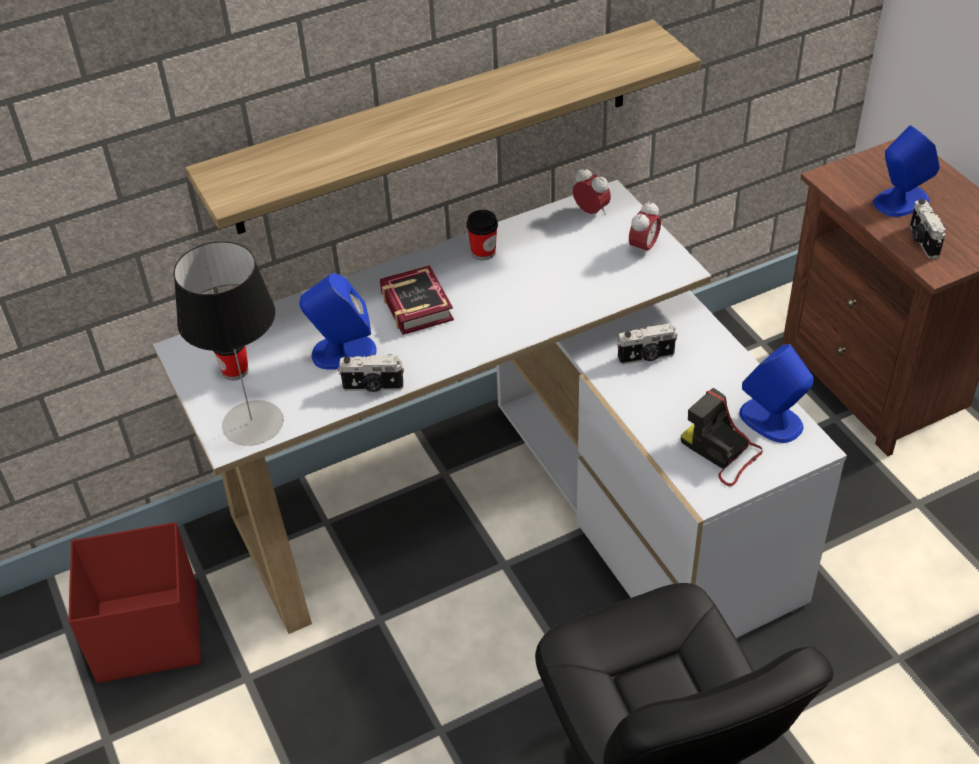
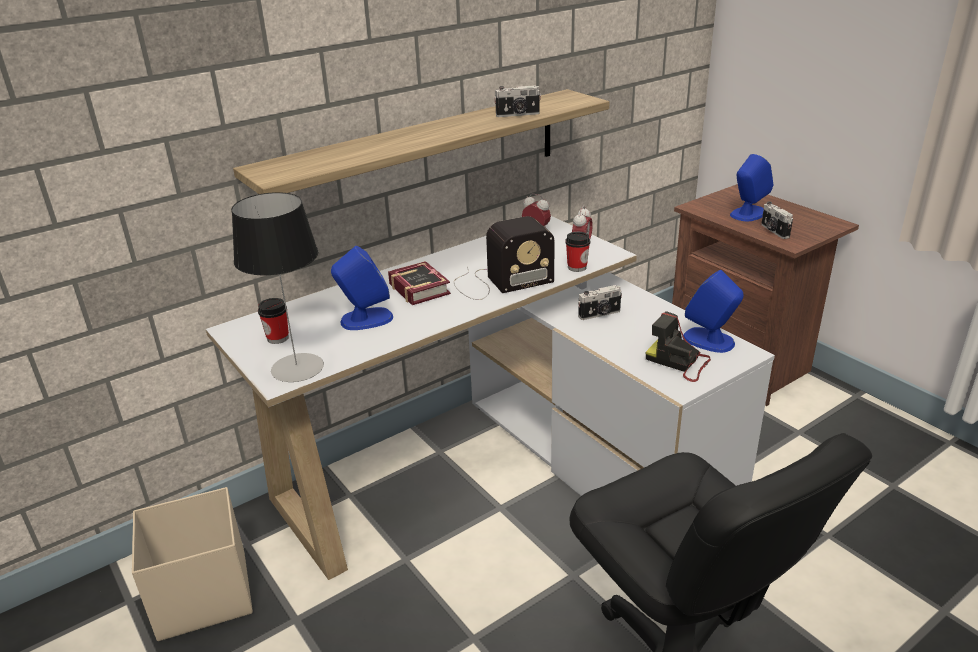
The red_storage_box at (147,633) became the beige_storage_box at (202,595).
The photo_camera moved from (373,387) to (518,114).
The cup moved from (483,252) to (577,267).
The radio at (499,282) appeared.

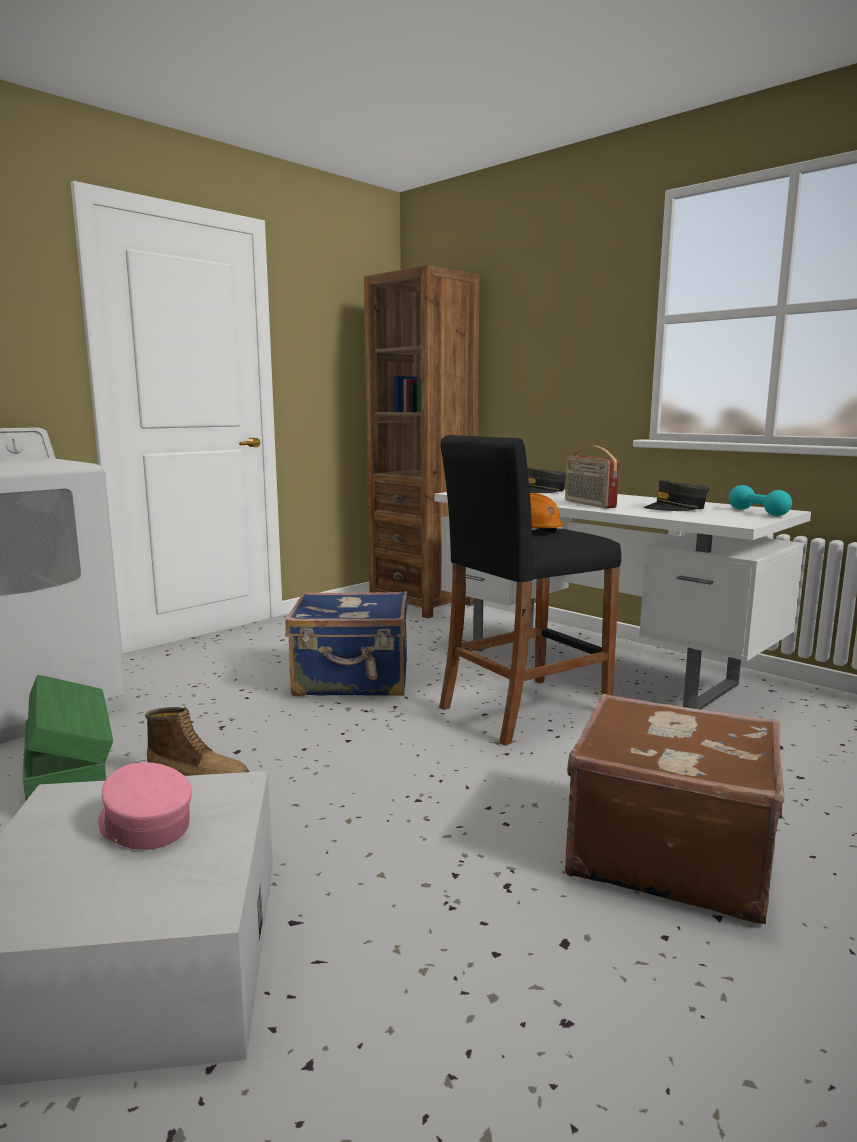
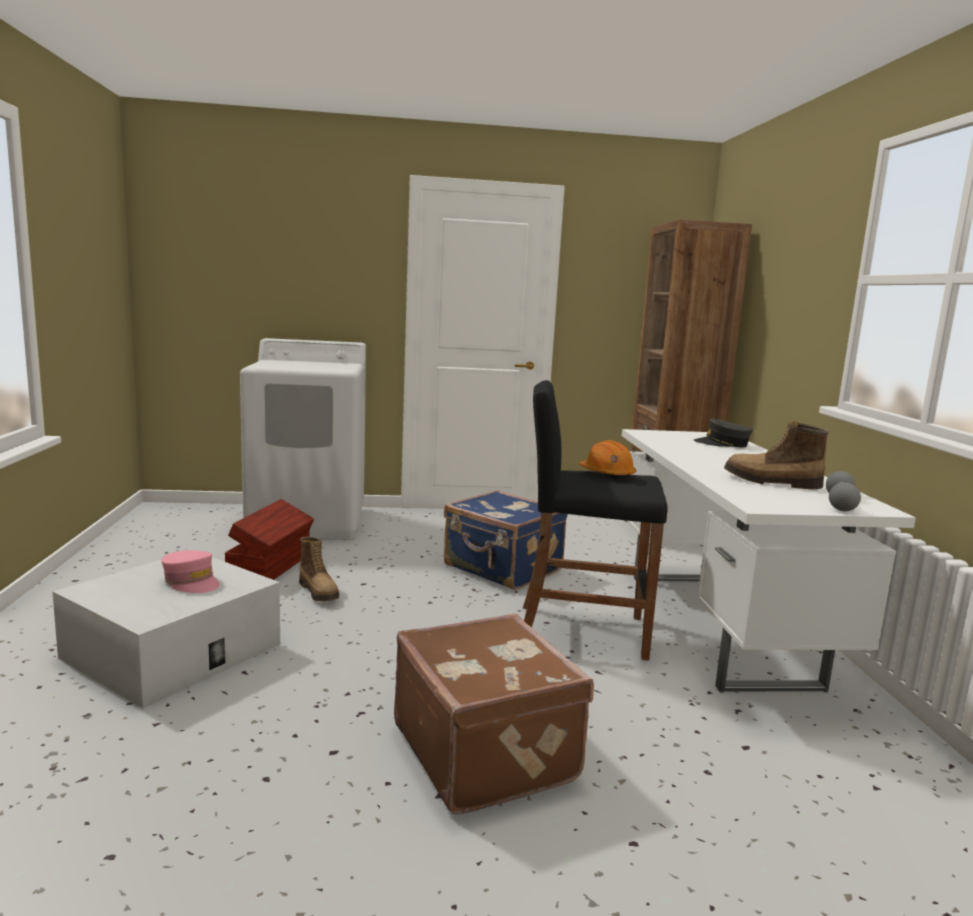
The green_storage_box at (70,780) became the brown_storage_box at (271,566).
The pink_cap at (144,824) turned 135 degrees clockwise.
The radio at (589,504) disappeared.
The grey_cap at (676,508) was replaced by the boot at (771,482).
The turquoise_dumbbell at (757,512) became the grey_dumbbell at (840,504).

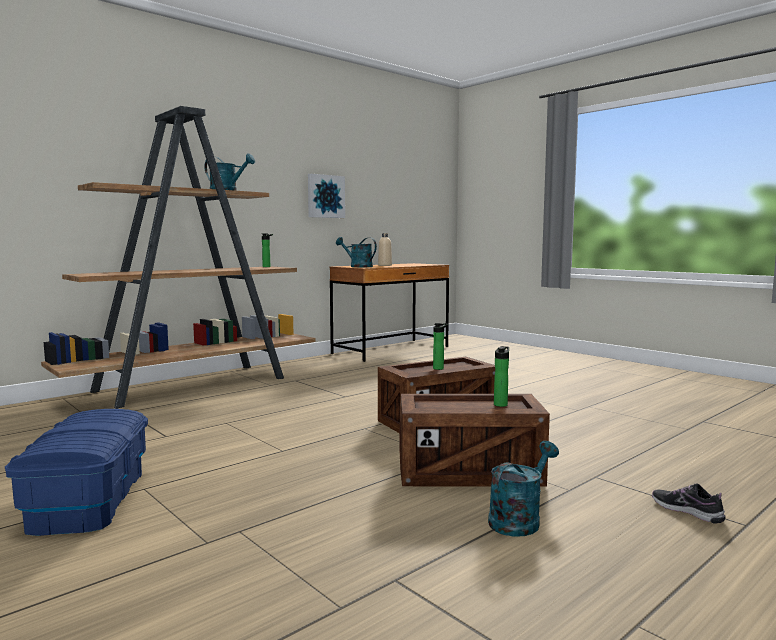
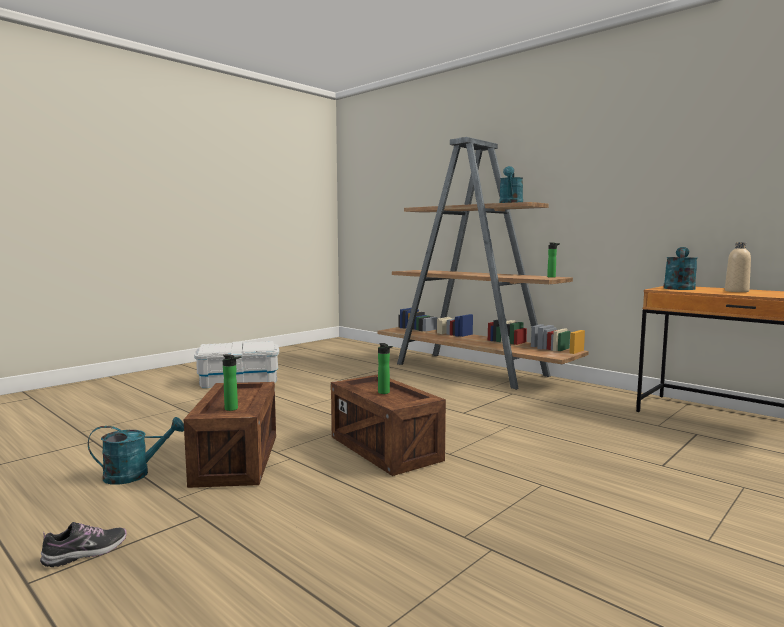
The blue_storage_box at (88,500) became the white_storage_box at (239,381).
The picture at (325,196) disappeared.
The turquoise_watering_can at (519,520) turned 60 degrees counterclockwise.

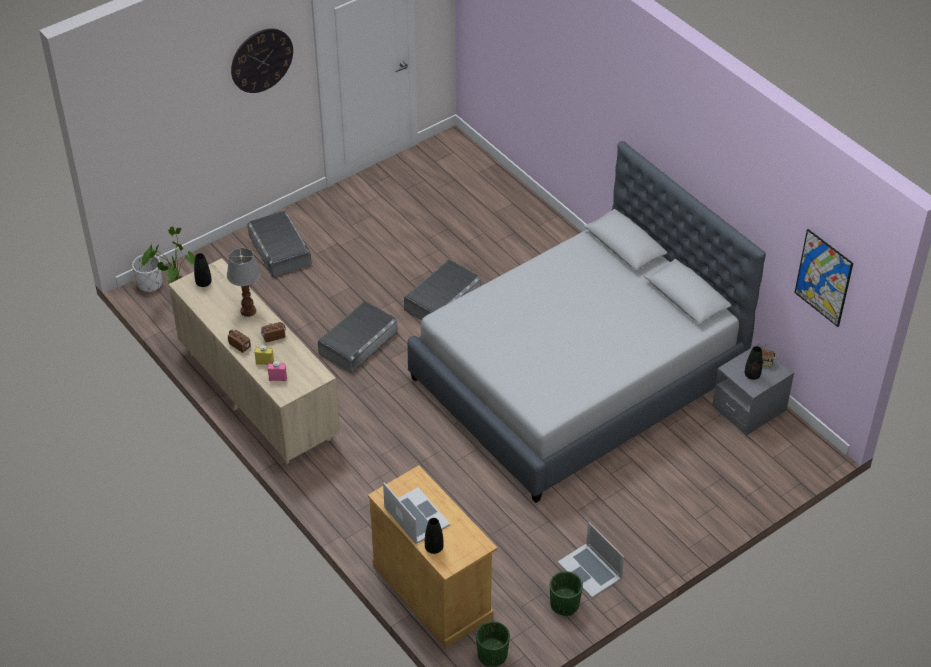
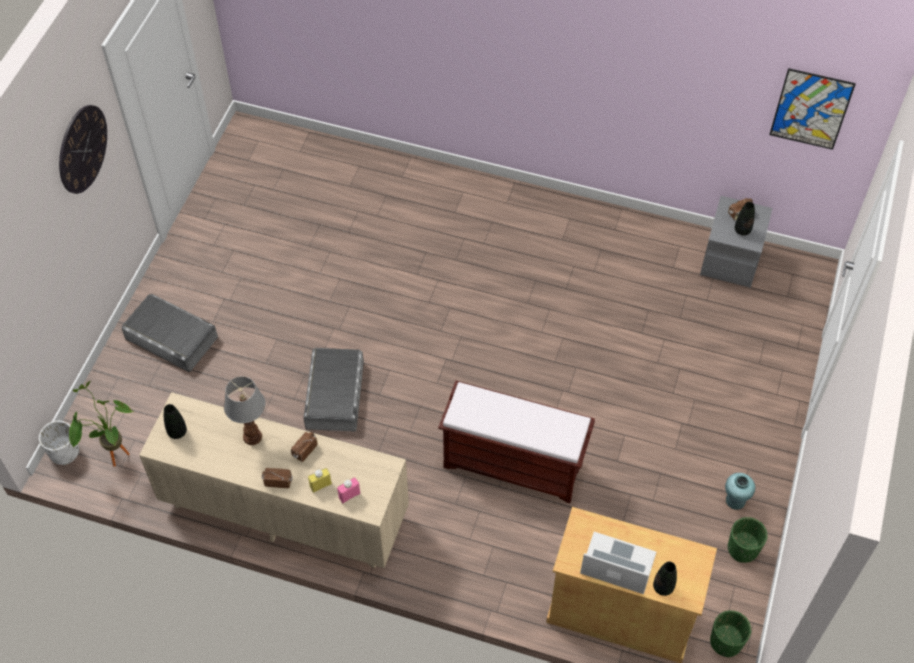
The grey_storage_box at (442,299) disappeared.
The grey_bed at (577,377) disappeared.
The laptop at (590,570) was replaced by the turquoise_vase at (735,500).
The brown_bench at (514,464) appeared.

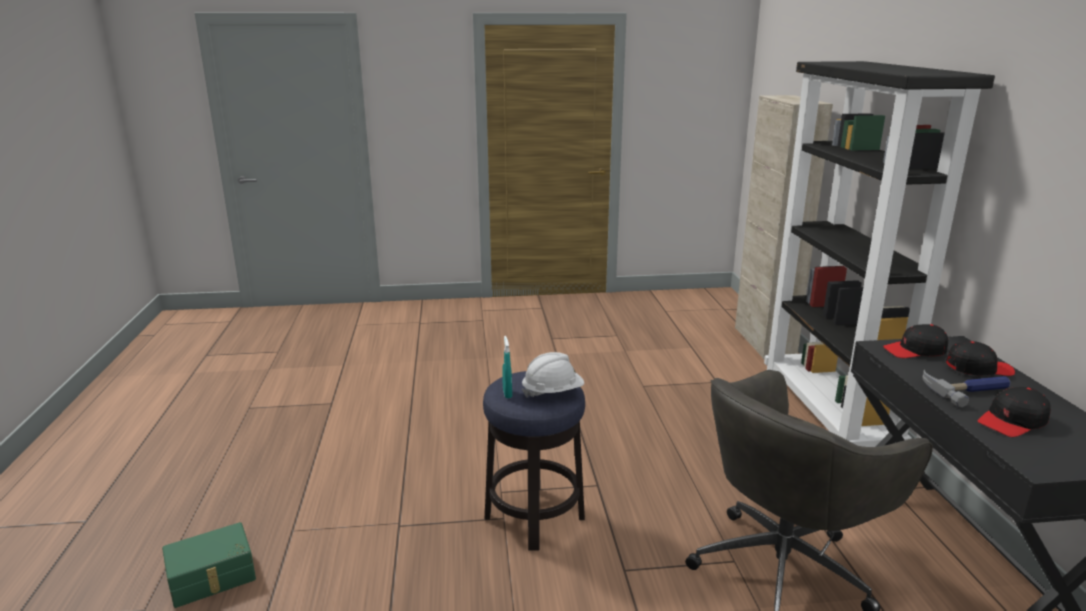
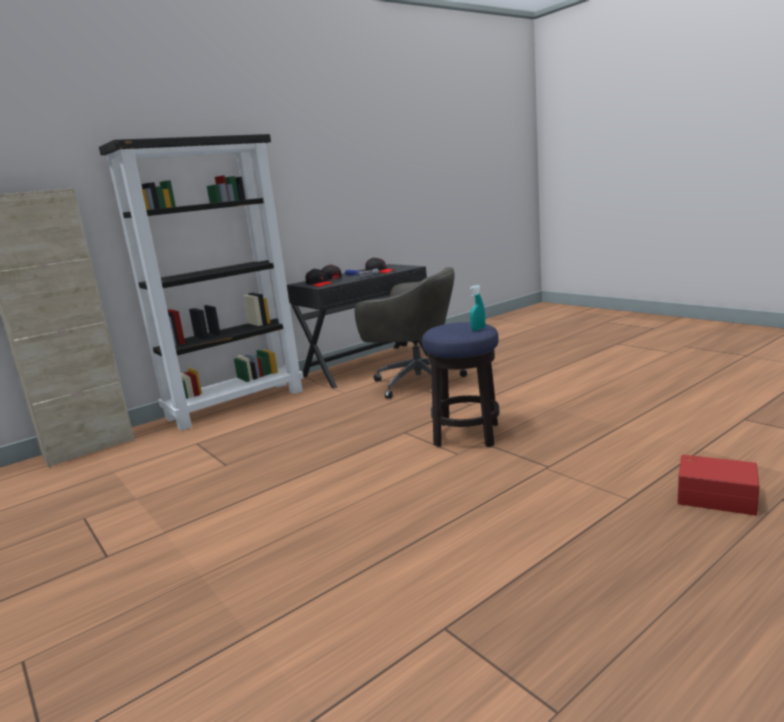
The green_storage_box at (212,578) became the red_storage_box at (716,496).
The white_hard_hat at (552,392) disappeared.

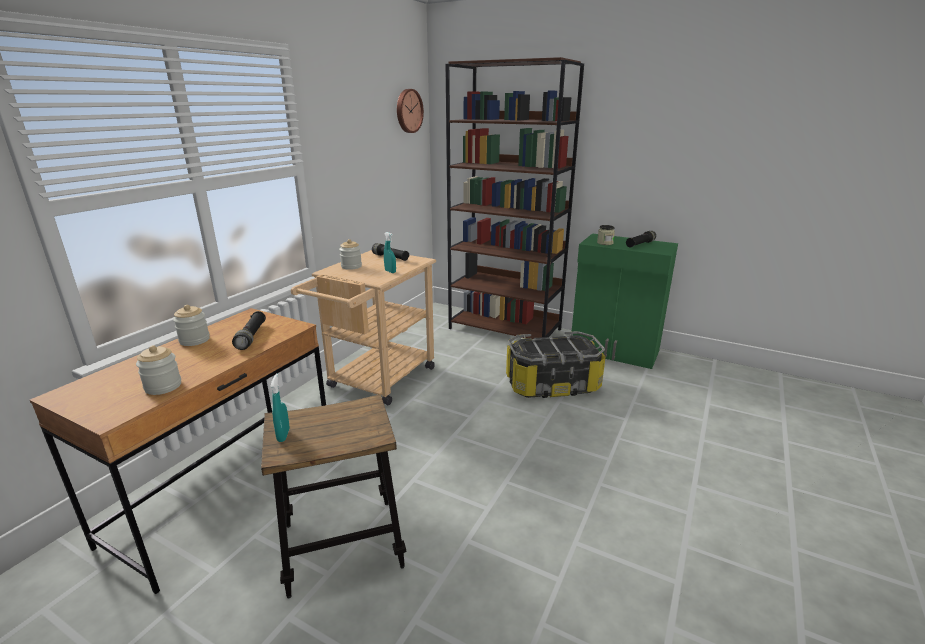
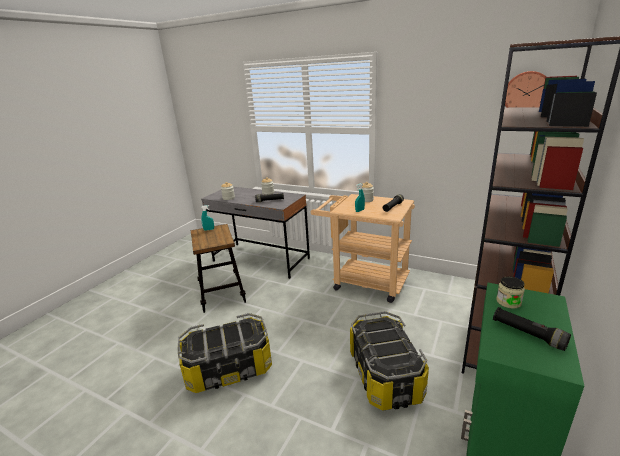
The brown_desk at (226,493) became the grey_desk at (261,260).
The storage_box at (229,369) appeared.

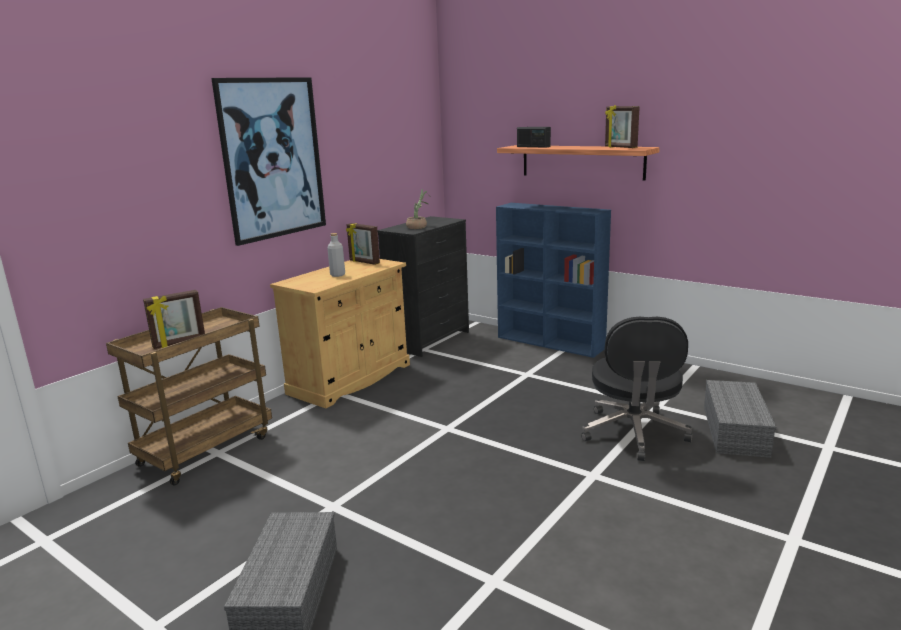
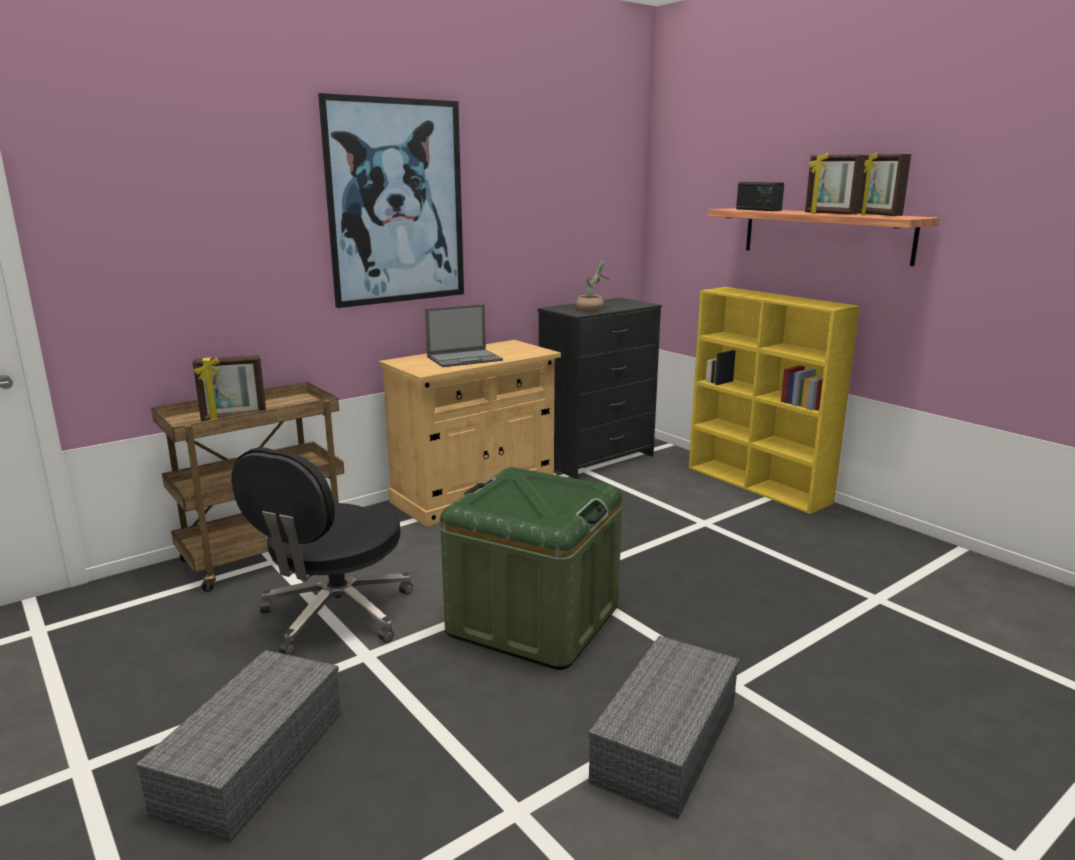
The grey_bottle at (337,275) was replaced by the laptop at (465,358).
The picture_frame moved from (364,262) to (830,214).
The blue_bookcase at (551,343) became the yellow_bookcase at (758,485).
The black_office_chair moved from (634,434) to (335,616).
The grey_storage_box moved from (733,430) to (665,740).
The green_storage_box at (534,620) appeared.

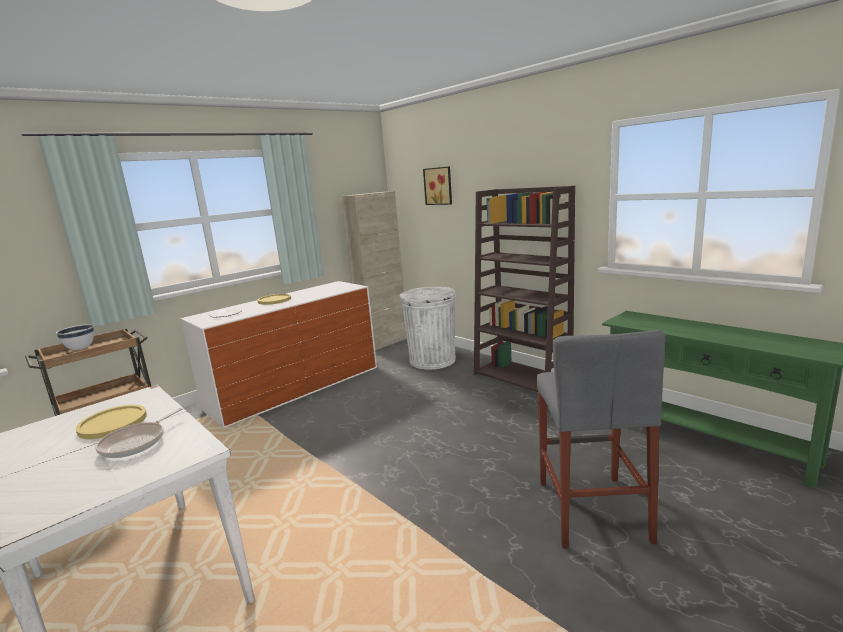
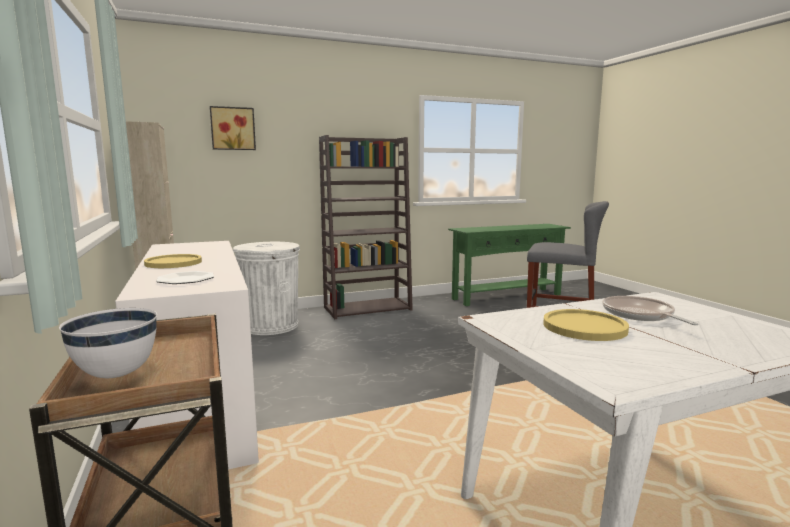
The frying_pan at (137,442) turned 150 degrees counterclockwise.

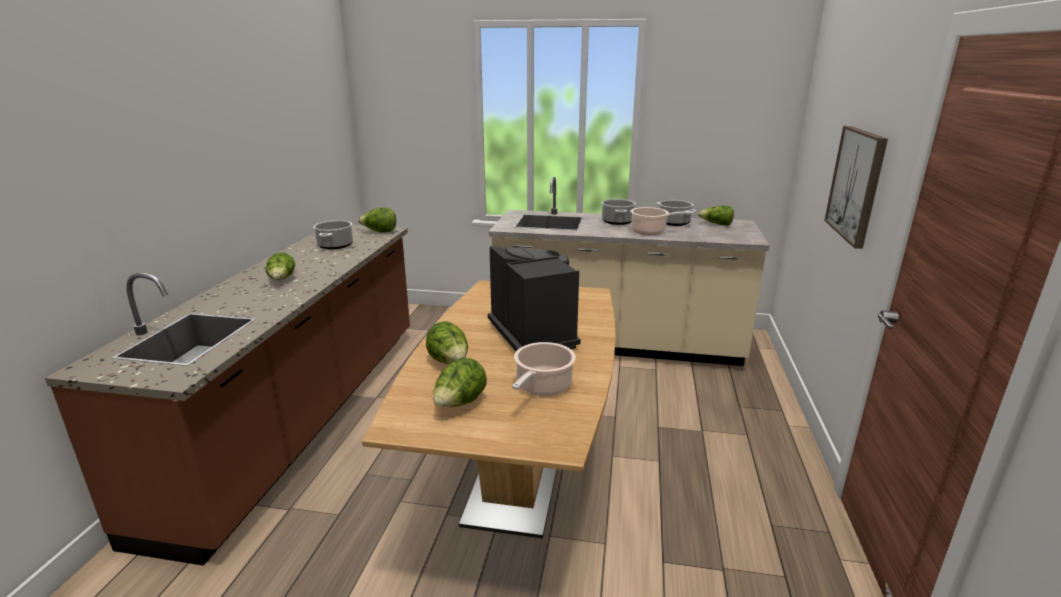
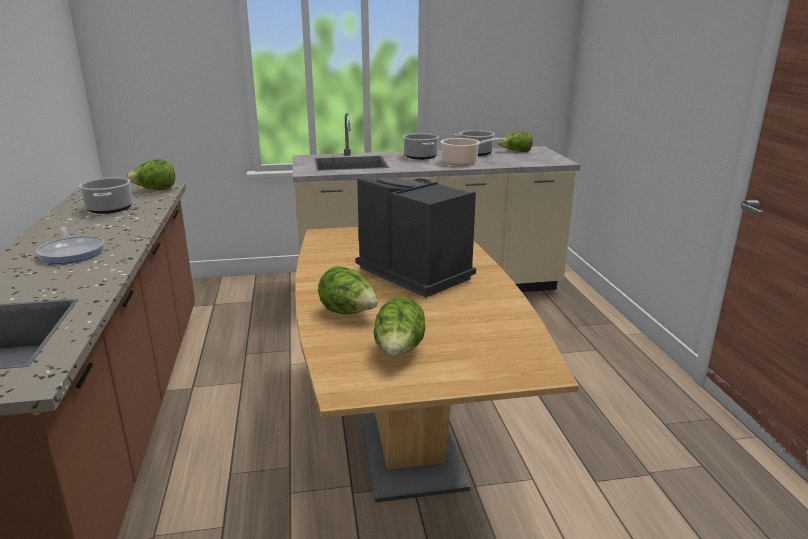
The lettuce at (282,279) was replaced by the frying_pan at (72,252).
The cooking_pot at (542,387) disappeared.
The picture at (856,184) disappeared.

